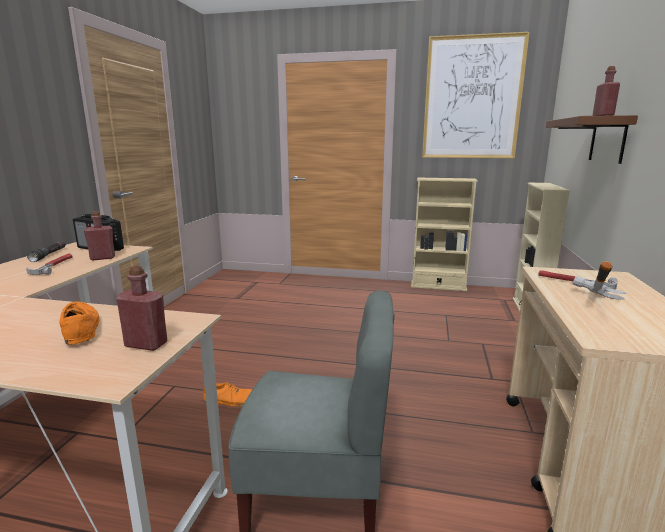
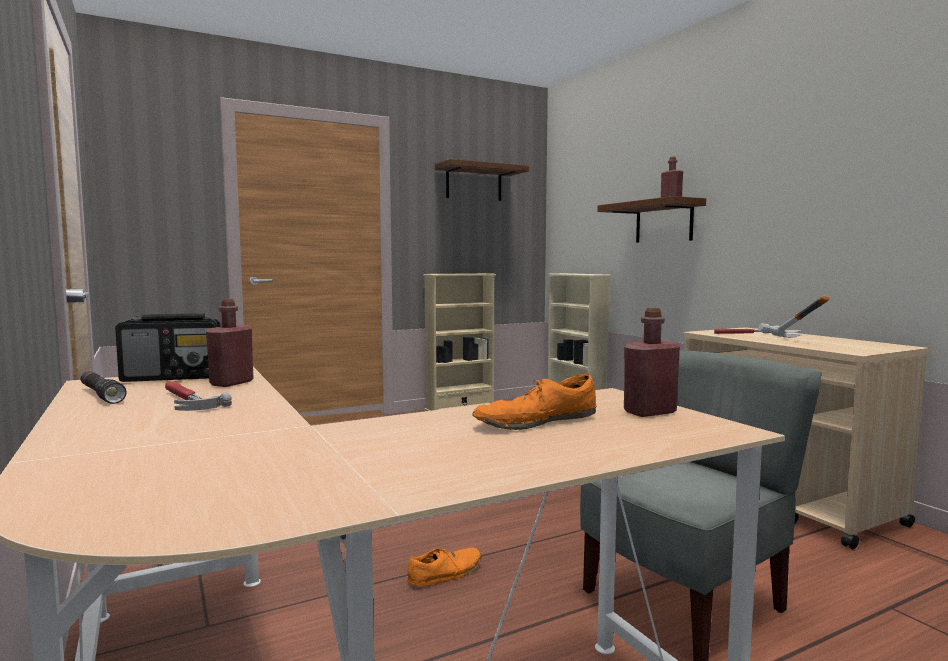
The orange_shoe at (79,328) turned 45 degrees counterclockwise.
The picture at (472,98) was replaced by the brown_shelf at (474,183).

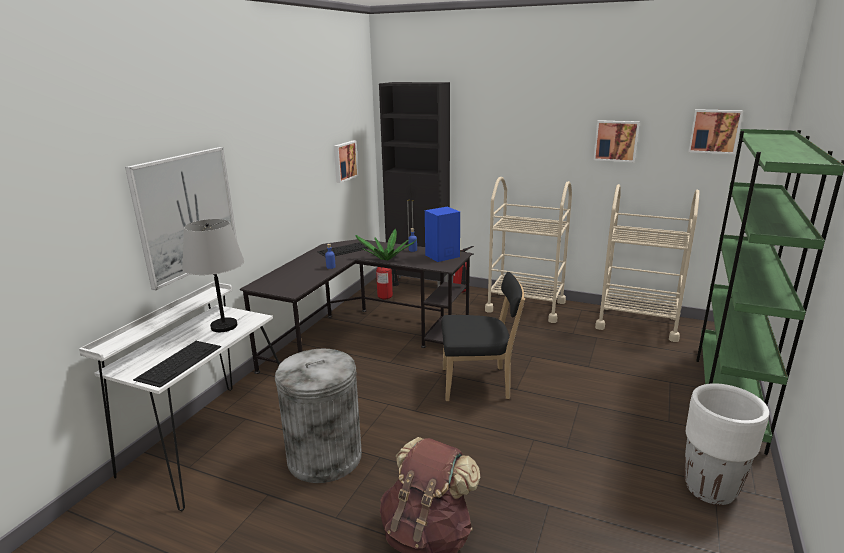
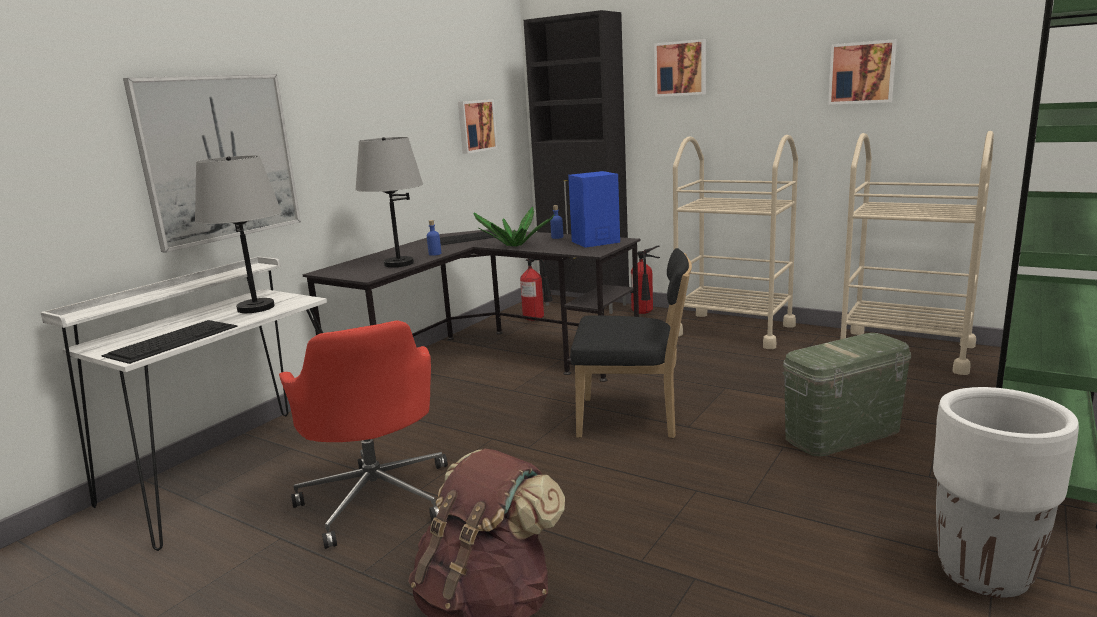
The grey_trash_can at (324,457) was replaced by the red_office_chair at (377,497).
The picture moved from (714,131) to (681,68).
The grey_table_lamp at (398,264) appeared.
The green_storage_box at (842,434) appeared.

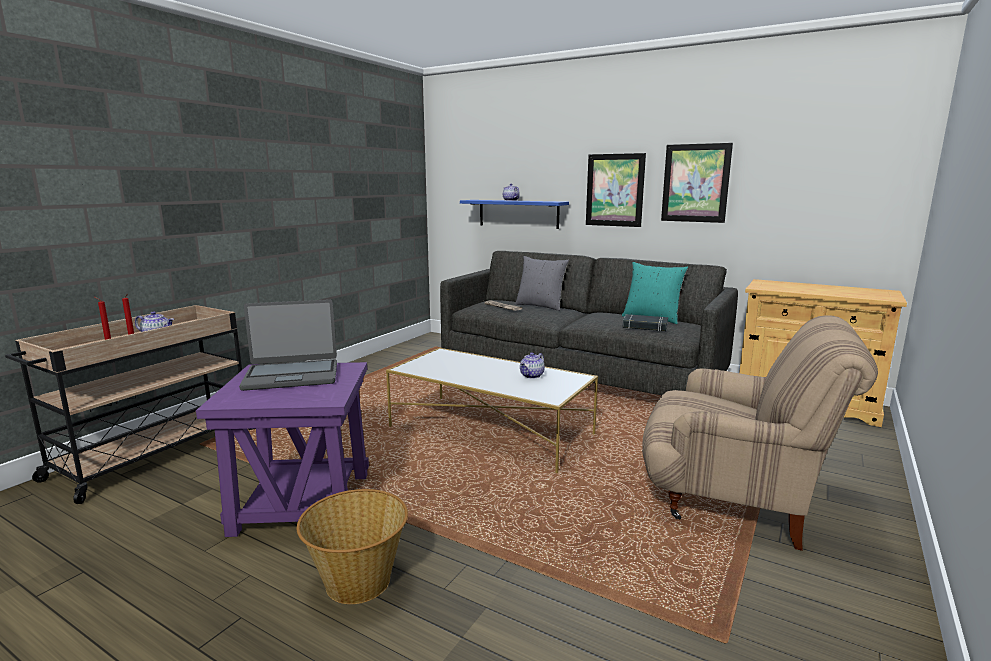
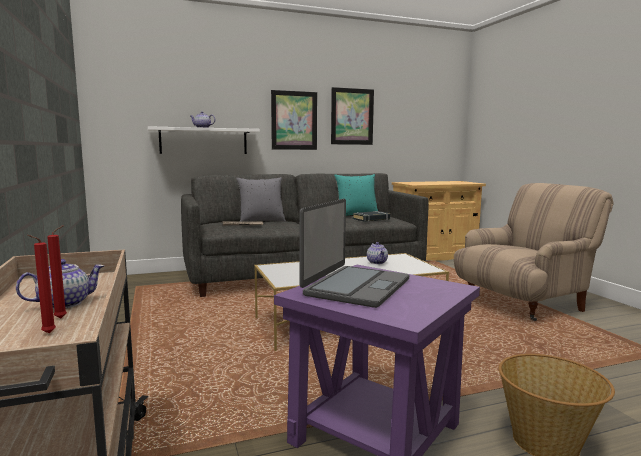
The blue_shelf at (518,213) became the white_shelf at (203,141).

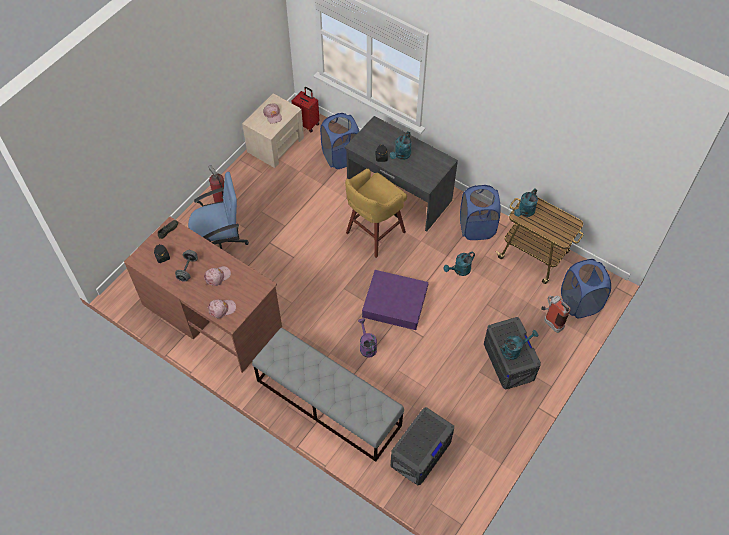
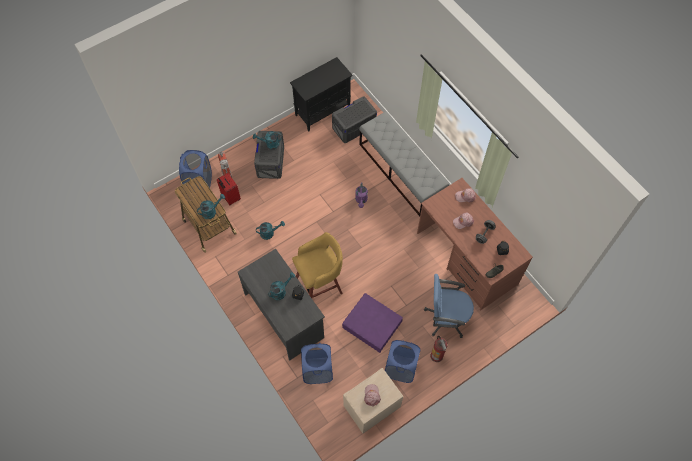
The red_suitcase moved from (307,123) to (230,197).
The purple_storage_box moved from (395,303) to (372,324).
The blue_laundry_basket moved from (476,228) to (400,368).
The black_cabinet at (323,111) appeared.

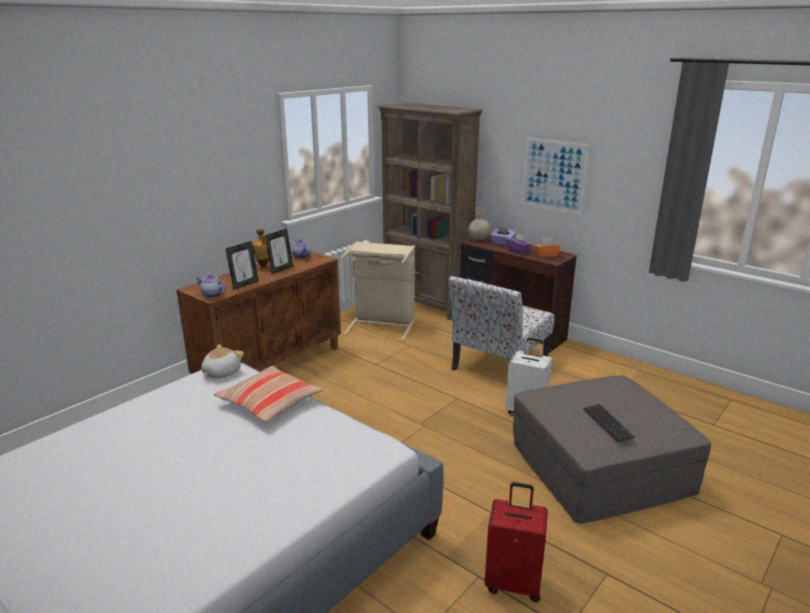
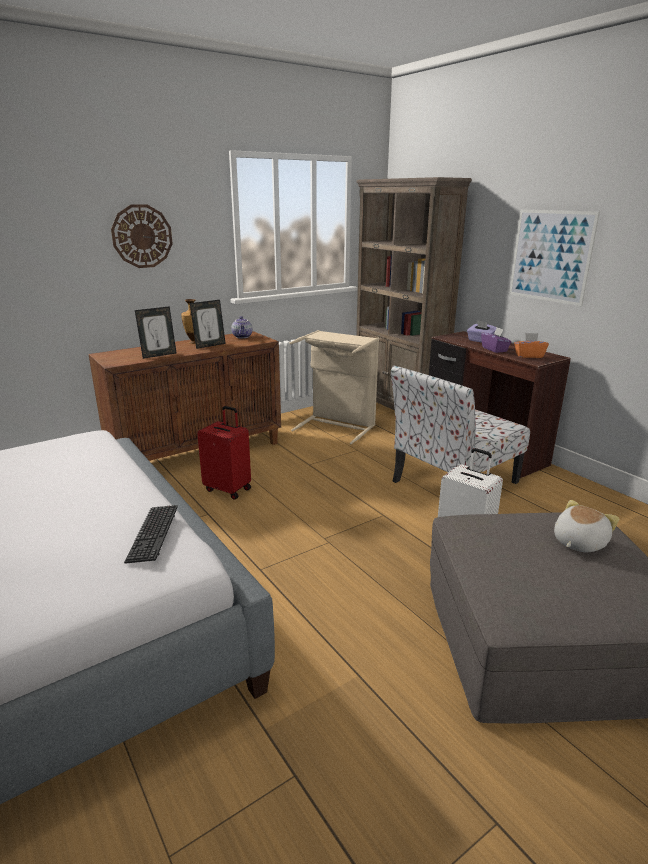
The teapot at (211,295) disappeared.
The plush_toy moved from (221,373) to (577,542).
The pillow at (270,402) disappeared.
The globe at (479,240) disappeared.
The red_suitcase moved from (513,583) to (228,489).
The keyboard moved from (607,423) to (153,534).
The wall_clock at (142,236) appeared.

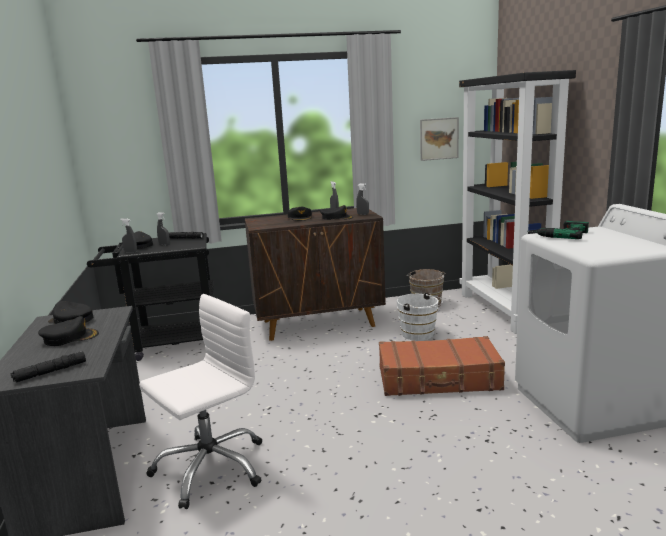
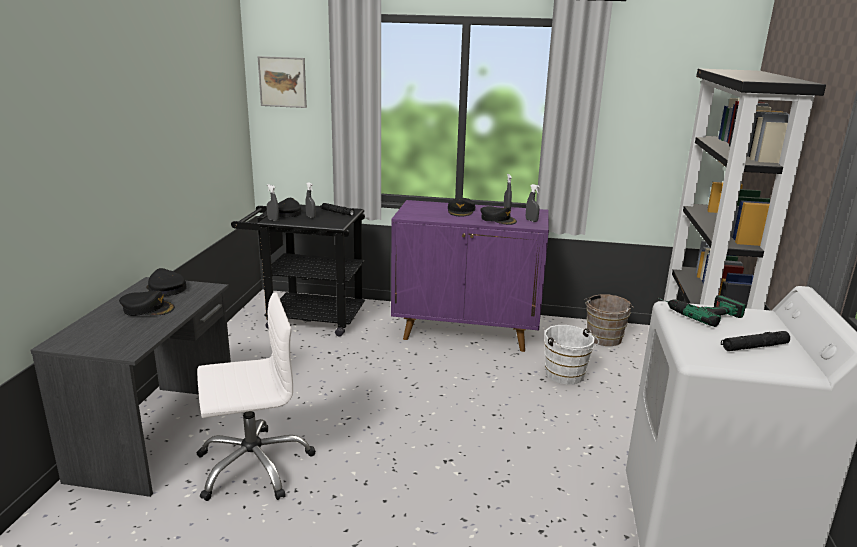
The black_flashlight moved from (50,372) to (754,347).
The brown_cabinet at (319,323) became the purple_cabinet at (467,332).
The brown_suitcase at (439,379) disappeared.
The picture moved from (439,139) to (282,82).

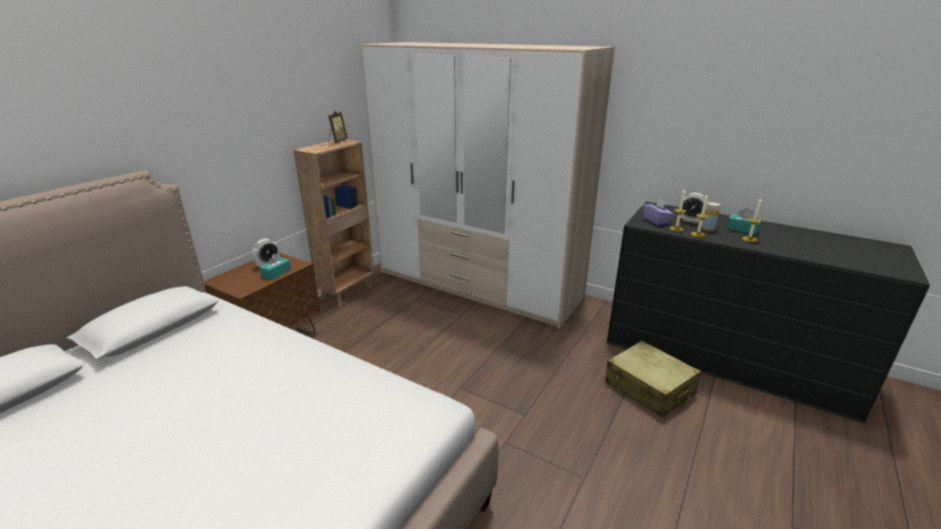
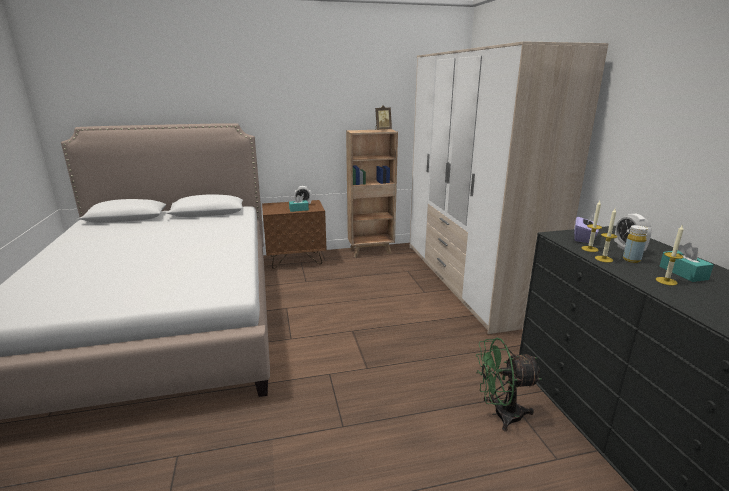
The beige_suitcase at (649,388) was replaced by the green_fan at (500,414).

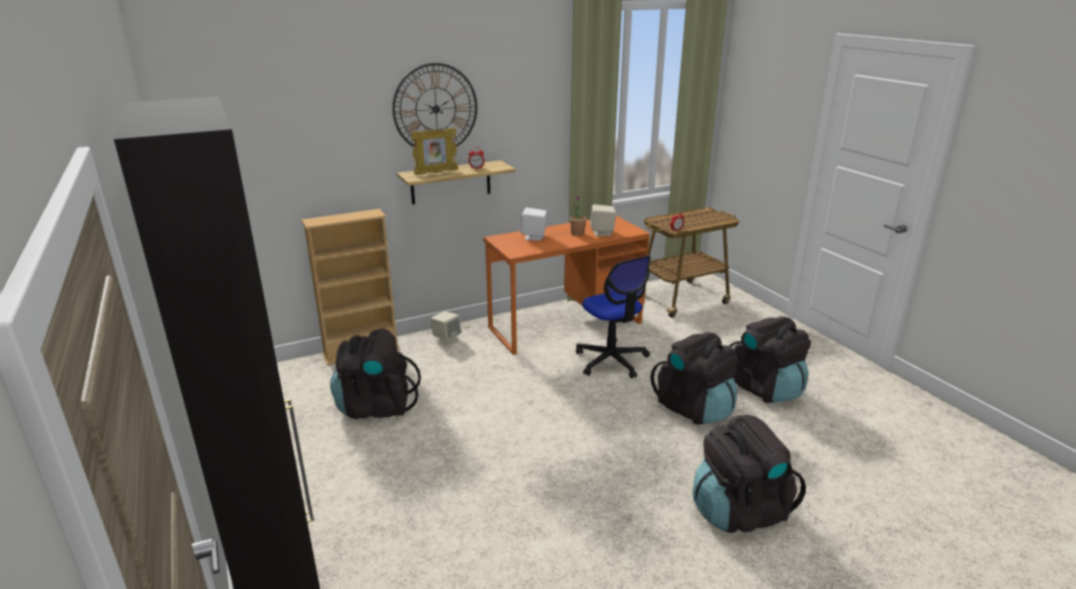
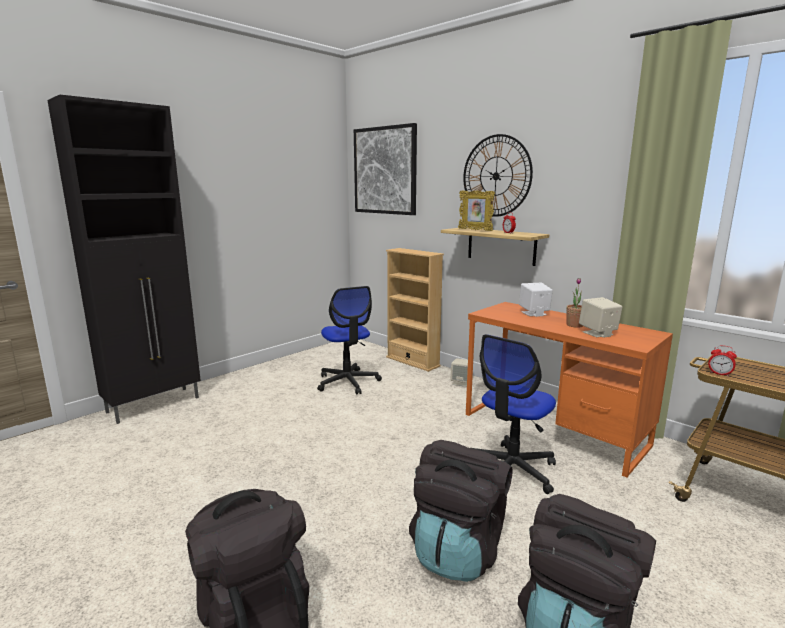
The black_backpack at (376,406) was replaced by the office_chair at (348,382).
The picture at (385,170) appeared.

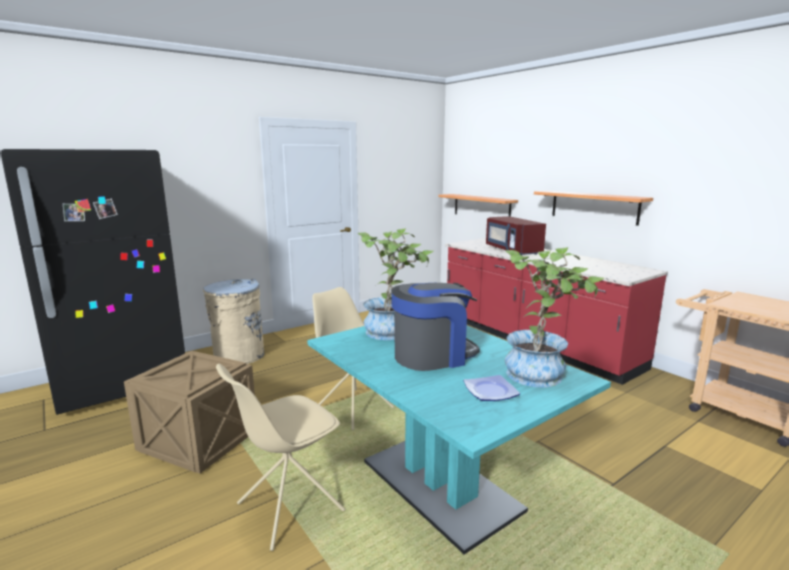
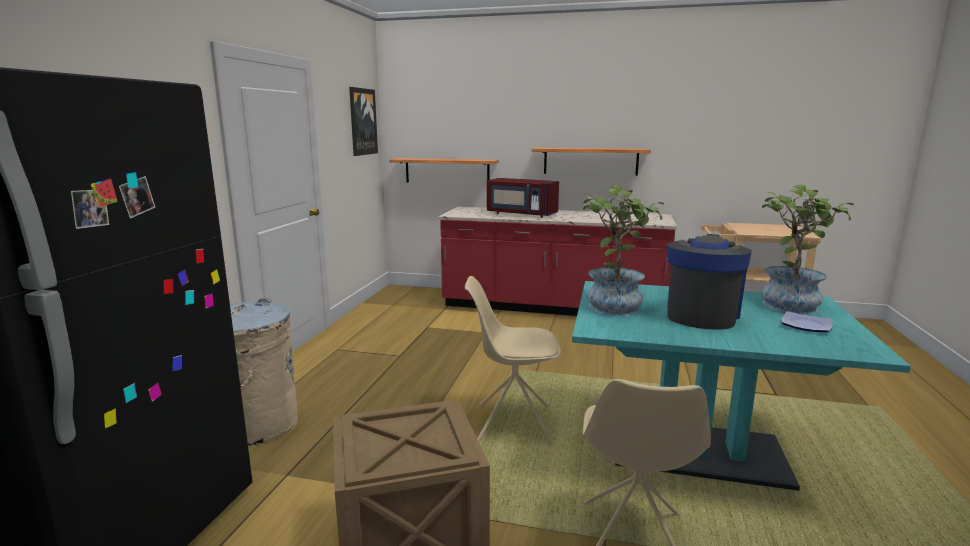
The picture at (362,122) appeared.

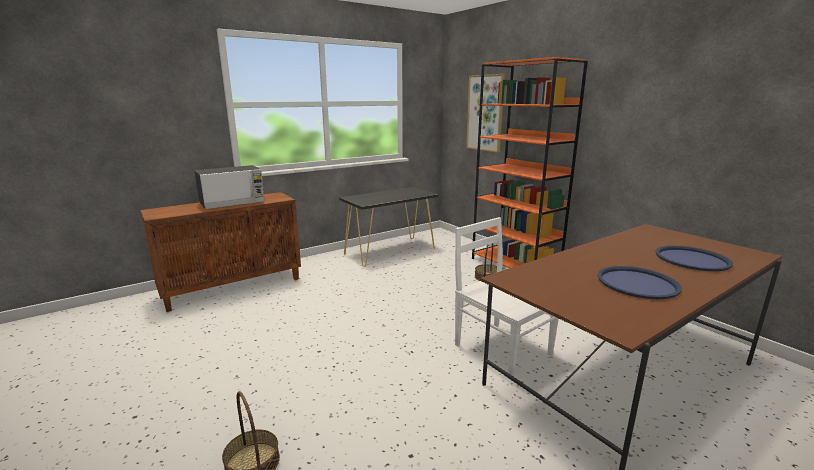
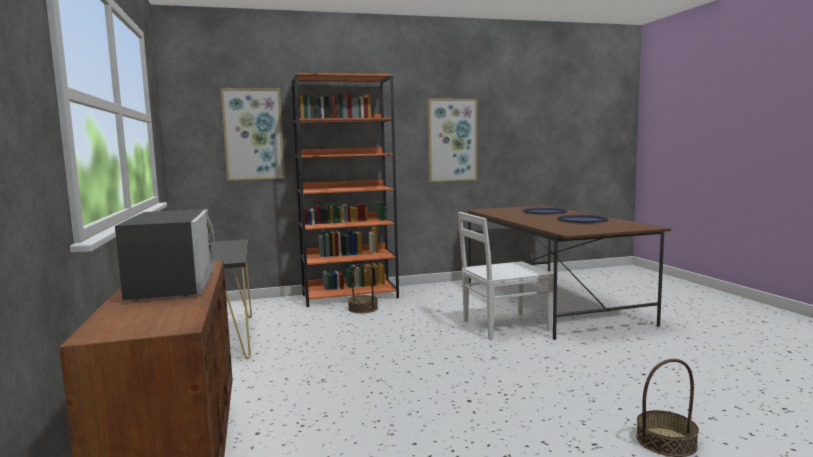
The picture at (452,140) appeared.

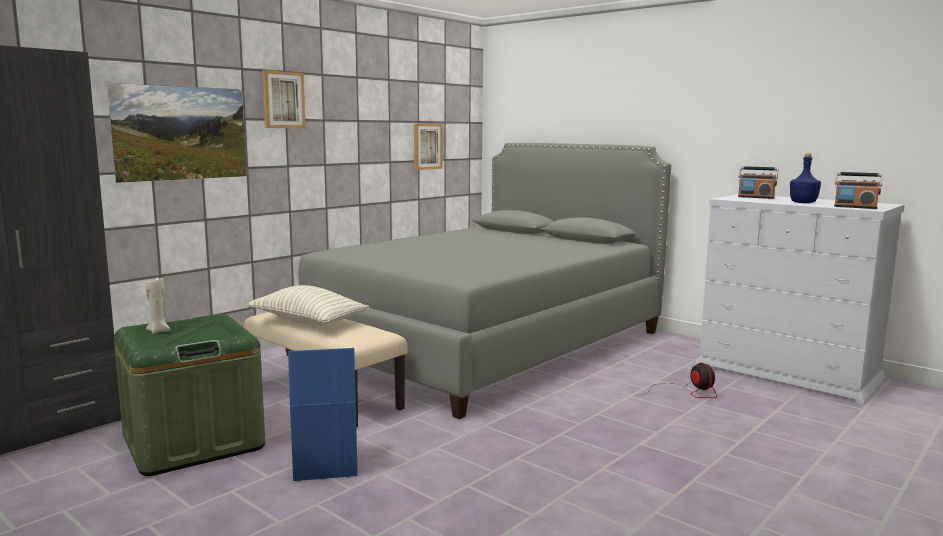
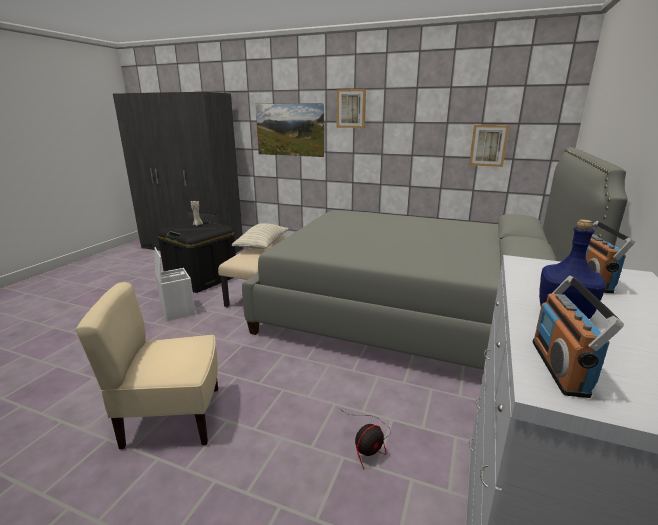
The green_storage_box at (193,442) became the black_storage_box at (202,278).
The blue_storage_box at (324,466) became the white_storage_box at (177,311).
The beige_chair at (172,418) appeared.

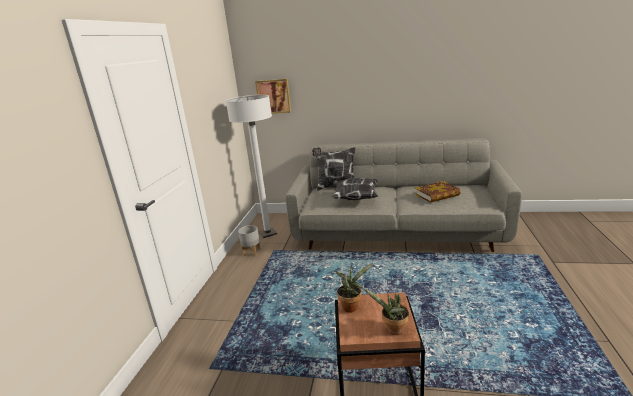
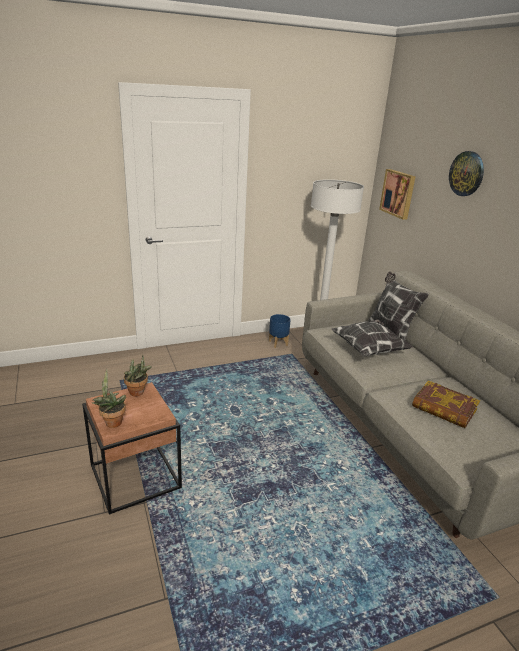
The grey_planter at (251,252) became the blue_planter at (278,343).
The wall_clock at (466,173) appeared.

